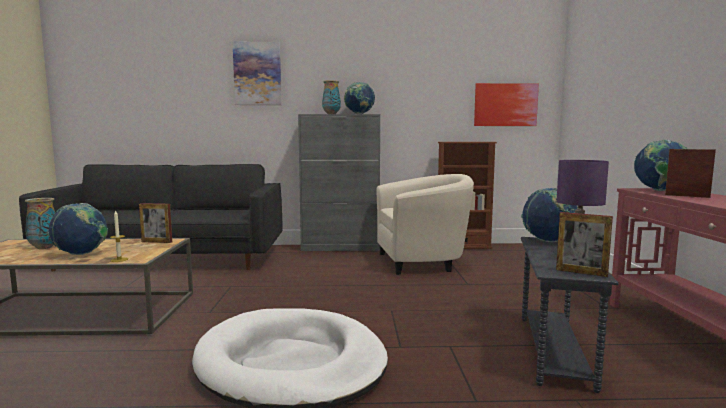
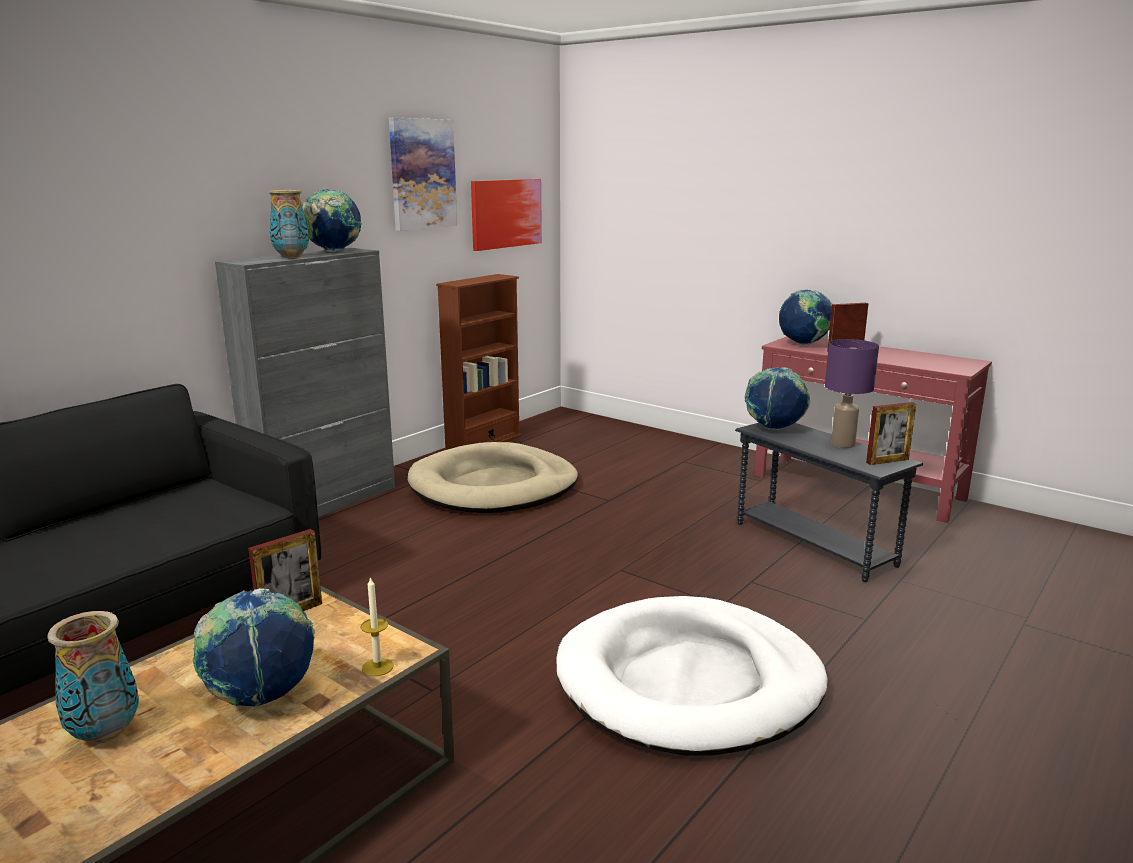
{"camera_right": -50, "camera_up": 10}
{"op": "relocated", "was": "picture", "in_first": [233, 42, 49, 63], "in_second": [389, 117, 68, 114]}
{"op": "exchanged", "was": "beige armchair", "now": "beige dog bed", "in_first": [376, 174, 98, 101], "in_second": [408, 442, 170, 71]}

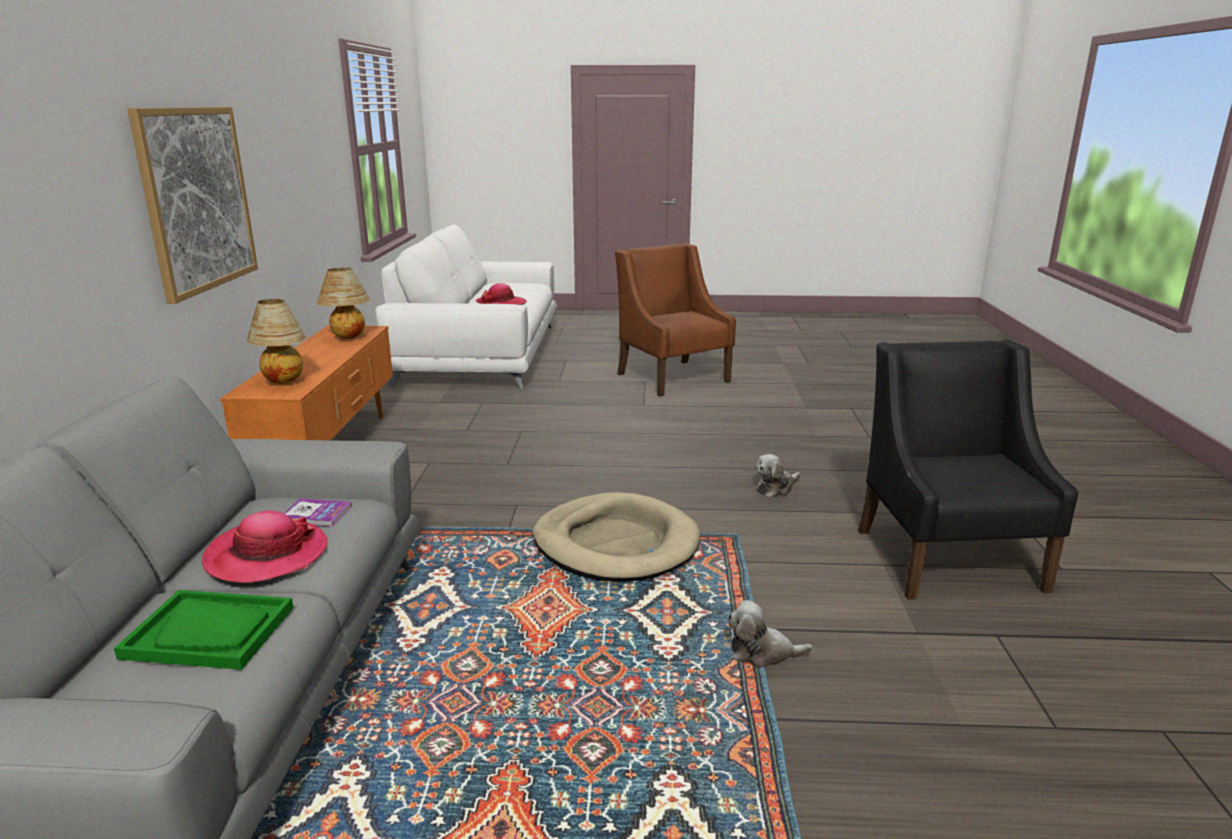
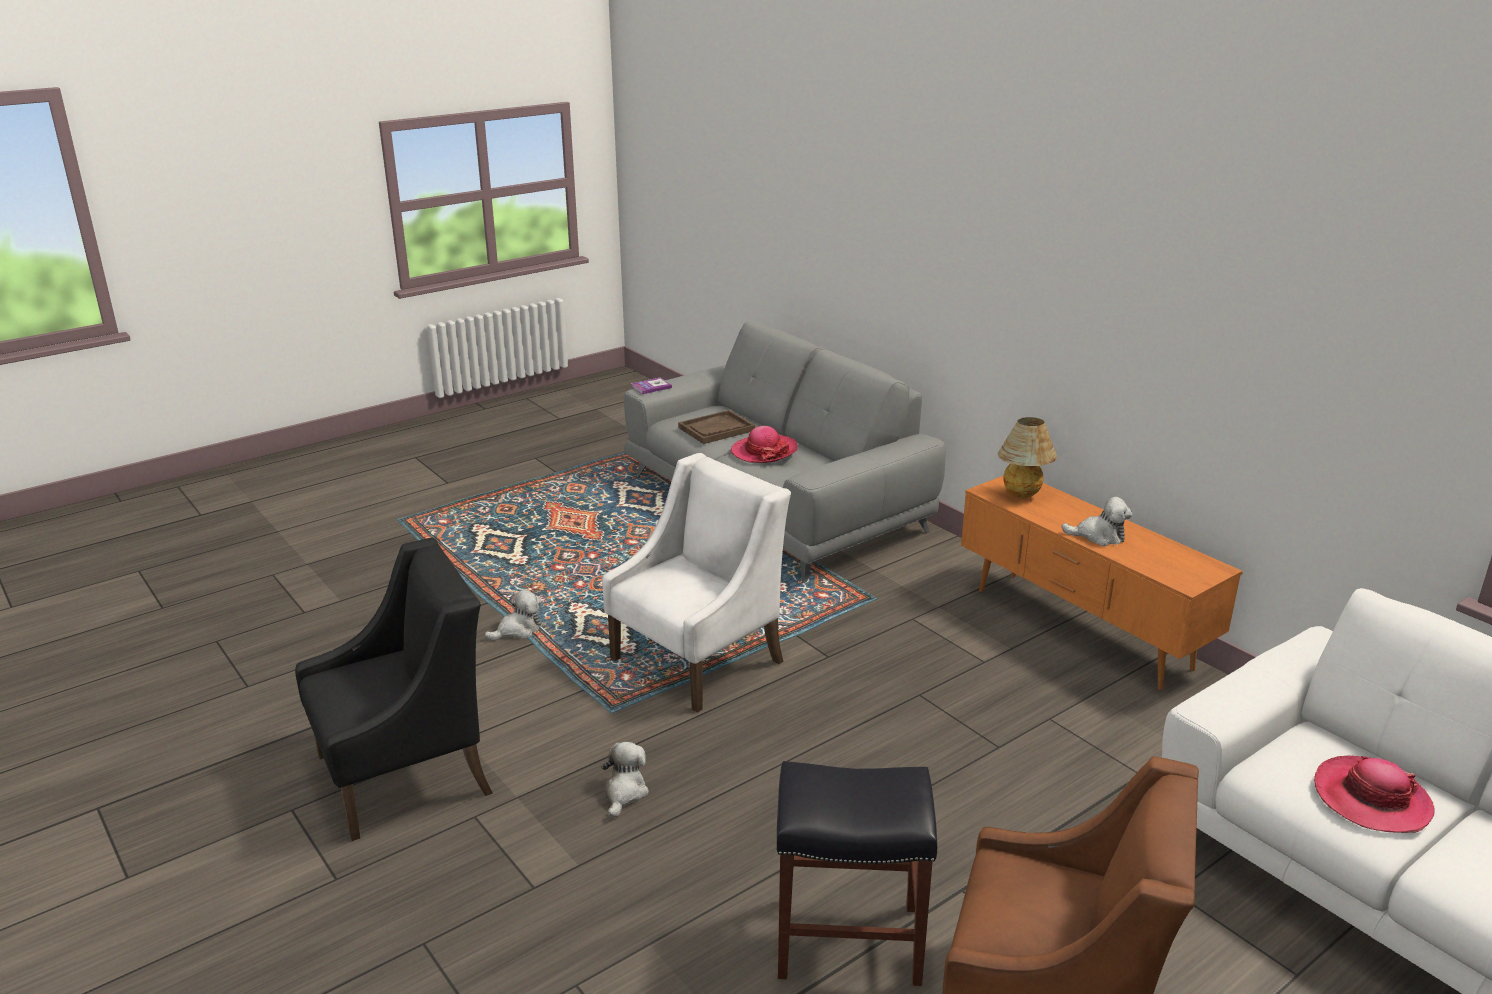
{"camera_right": 140, "camera_up": 5}
{"op": "spun", "was": "black armchair", "in_first": [858, 339, 220, 261], "in_second": [295, 538, 198, 303], "clockwise": -75}
{"op": "exchanged", "was": "beige dog bed", "now": "white armchair", "in_first": [533, 492, 167, 90], "in_second": [602, 453, 189, 260]}
{"op": "relocated", "was": "book", "in_first": [283, 498, 69, 28], "in_second": [631, 378, 41, 16]}
{"op": "colour", "was": "green tray", "now": "brown tray", "in_first": [114, 590, 179, 80], "in_second": [678, 410, 77, 34]}
{"op": "appeared", "now": "black stool", "in_second": [776, 761, 161, 225]}
{"op": "appeared", "now": "plush toy", "in_second": [1062, 497, 70, 49]}
{"op": "missing", "was": "picture", "in_first": [127, 107, 131, 197]}
{"op": "missing", "was": "table lamp", "in_first": [317, 267, 53, 72]}

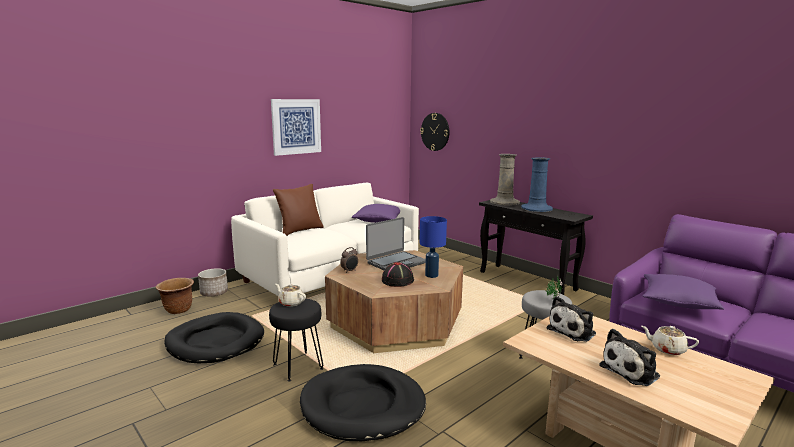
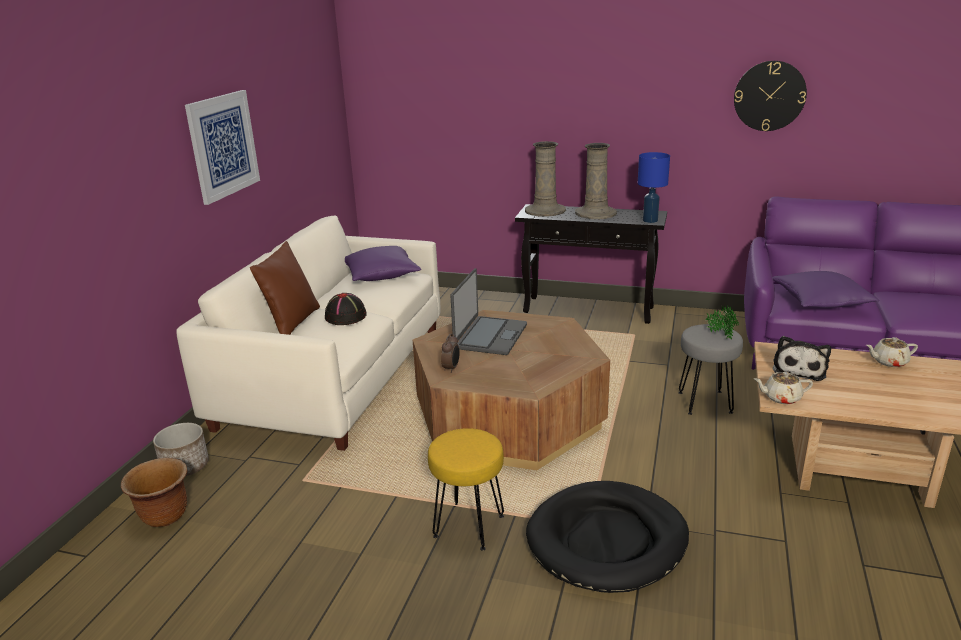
{"camera_right": -30, "camera_up": 10}
{"op": "relocated", "was": "black hat", "in_first": [382, 262, 32, 25], "in_second": [325, 293, 42, 32]}
{"op": "colour", "was": "black stool", "now": "yellow stool", "in_first": [269, 299, 54, 83], "in_second": [428, 428, 76, 122]}
{"op": "colour", "was": "blue vase", "now": "beige vase", "in_first": [521, 157, 32, 55], "in_second": [575, 143, 42, 76]}
{"op": "relocated", "was": "blue table lamp", "in_first": [419, 216, 28, 62], "in_second": [638, 152, 32, 71]}
{"op": "relocated", "was": "wall clock", "in_first": [420, 113, 29, 38], "in_second": [734, 61, 73, 70]}
{"op": "relocated", "was": "beige teapot", "in_first": [275, 284, 31, 23], "in_second": [754, 372, 59, 32]}
{"op": "missing", "was": "black dog bed", "in_first": [164, 312, 100, 51]}
{"op": "missing", "was": "plush toy", "in_first": [599, 329, 61, 57]}

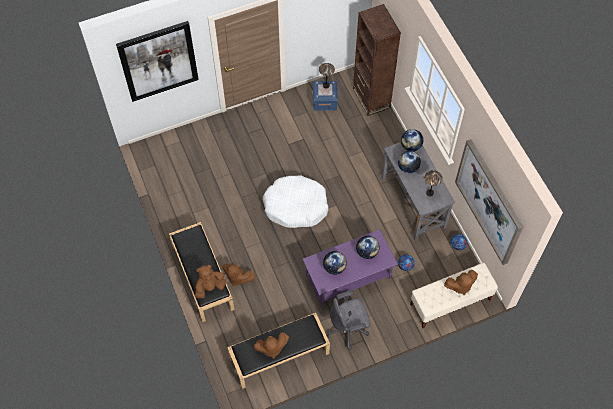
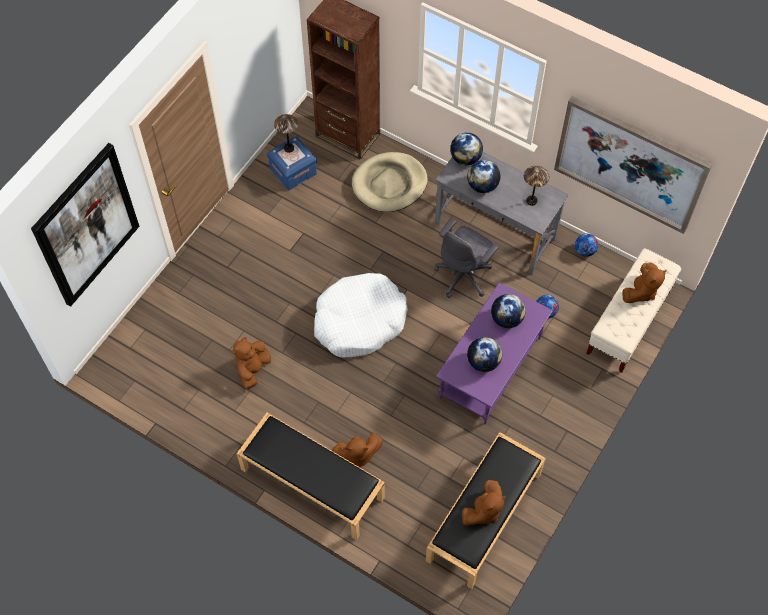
{"camera_right": -35, "camera_up": 0}
{"op": "relocated", "was": "brown plush toy", "in_first": [195, 265, 31, 34], "in_second": [233, 337, 38, 52]}
{"op": "appeared", "now": "beige dog bed", "in_second": [352, 152, 76, 60]}
{"op": "relocated", "was": "grey office chair", "in_first": [327, 290, 43, 60], "in_second": [434, 218, 65, 80]}

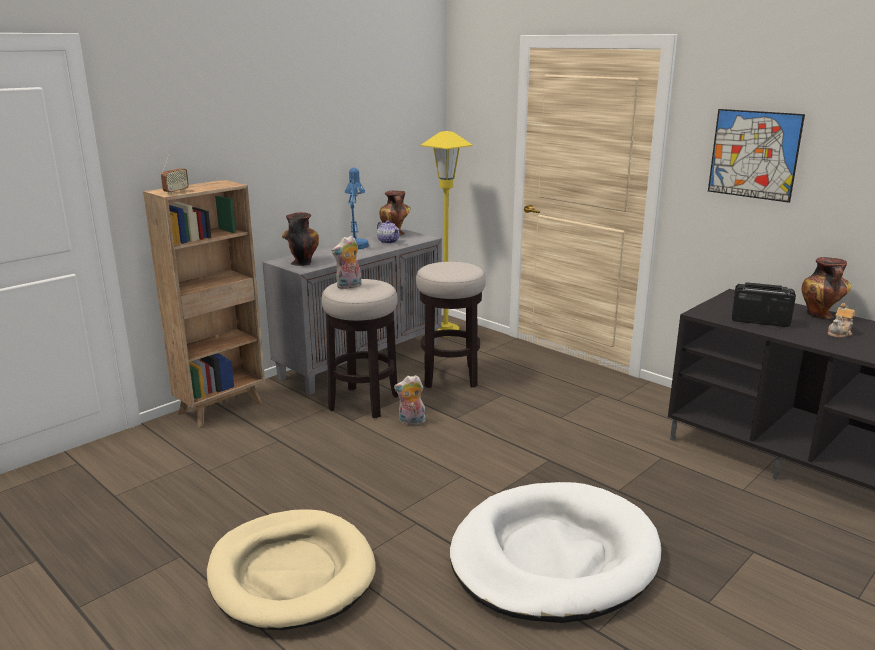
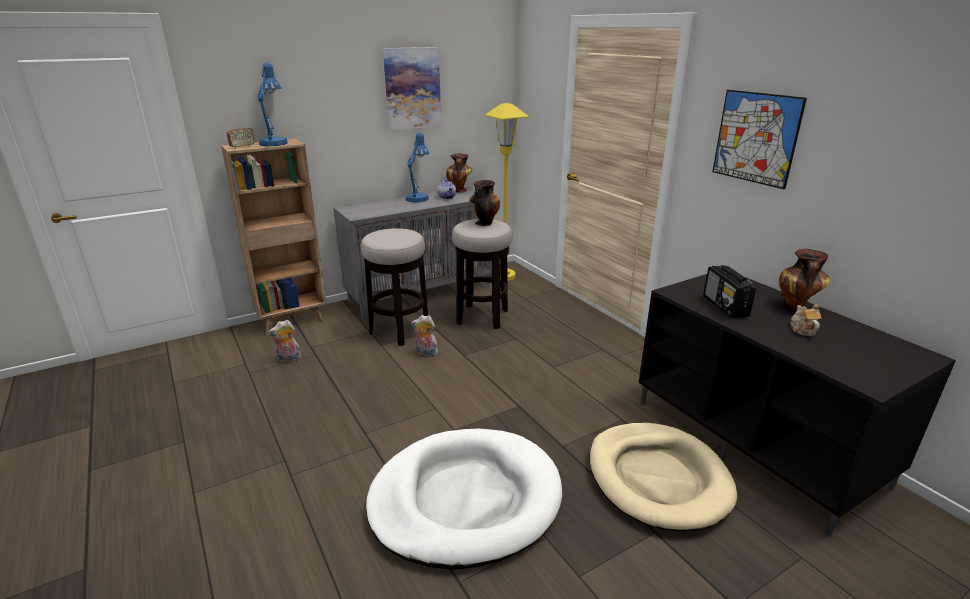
{"camera_right": 15, "camera_up": 5}
{"op": "appeared", "now": "blue table lamp", "in_second": [257, 62, 31, 84]}
{"op": "relocated", "was": "plush toy", "in_first": [332, 236, 29, 53], "in_second": [268, 320, 33, 43]}
{"op": "appeared", "now": "picture", "in_second": [383, 47, 58, 84]}
{"op": "relocated", "was": "vase", "in_first": [282, 212, 37, 54], "in_second": [469, 180, 31, 46]}
{"op": "relocated", "was": "beige dog bed", "in_first": [207, 509, 168, 121], "in_second": [590, 423, 147, 108]}
{"op": "spun", "was": "radio", "in_first": [732, 282, 64, 45], "in_second": [703, 265, 53, 53], "clockwise": -135}
{"op": "spun", "was": "teapot", "in_first": [827, 303, 28, 35], "in_second": [790, 304, 32, 32], "clockwise": 120}

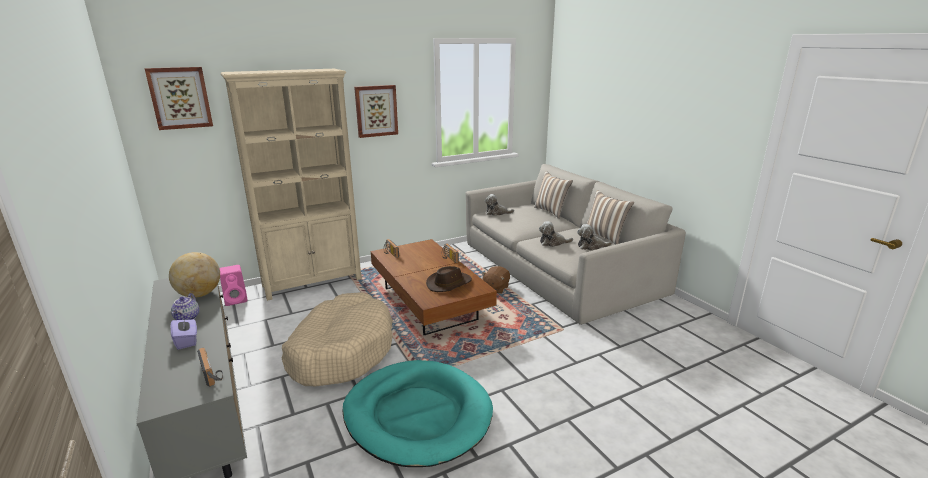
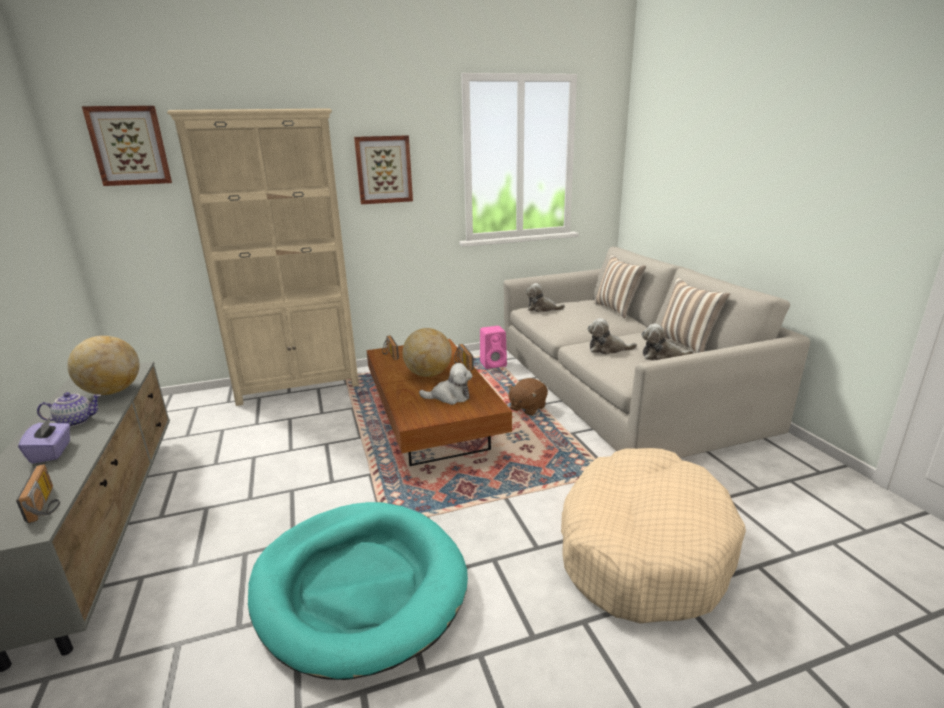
{"camera_right": 10, "camera_up": 0}
{"op": "spun", "was": "teapot", "in_first": [171, 293, 28, 27], "in_second": [37, 392, 64, 35], "clockwise": -120}
{"op": "appeared", "now": "globe", "in_second": [403, 328, 49, 49]}
{"op": "exchanged", "was": "brown hat", "now": "plush toy", "in_first": [426, 266, 46, 26], "in_second": [419, 363, 53, 42]}
{"op": "relocated", "was": "pink speaker", "in_first": [220, 265, 27, 41], "in_second": [480, 326, 27, 43]}
{"op": "relocated", "was": "beige dog bed", "in_first": [282, 292, 111, 95], "in_second": [561, 448, 185, 175]}

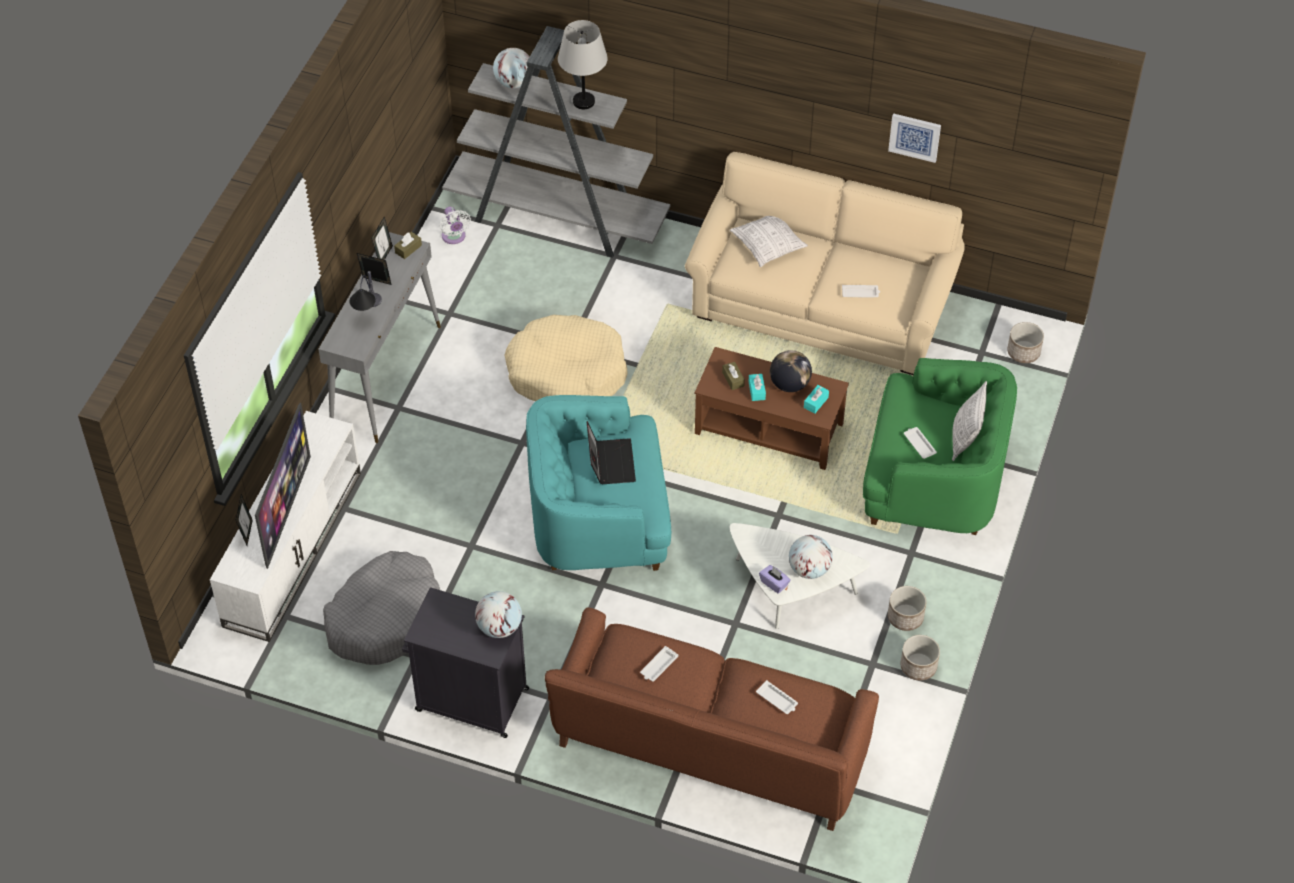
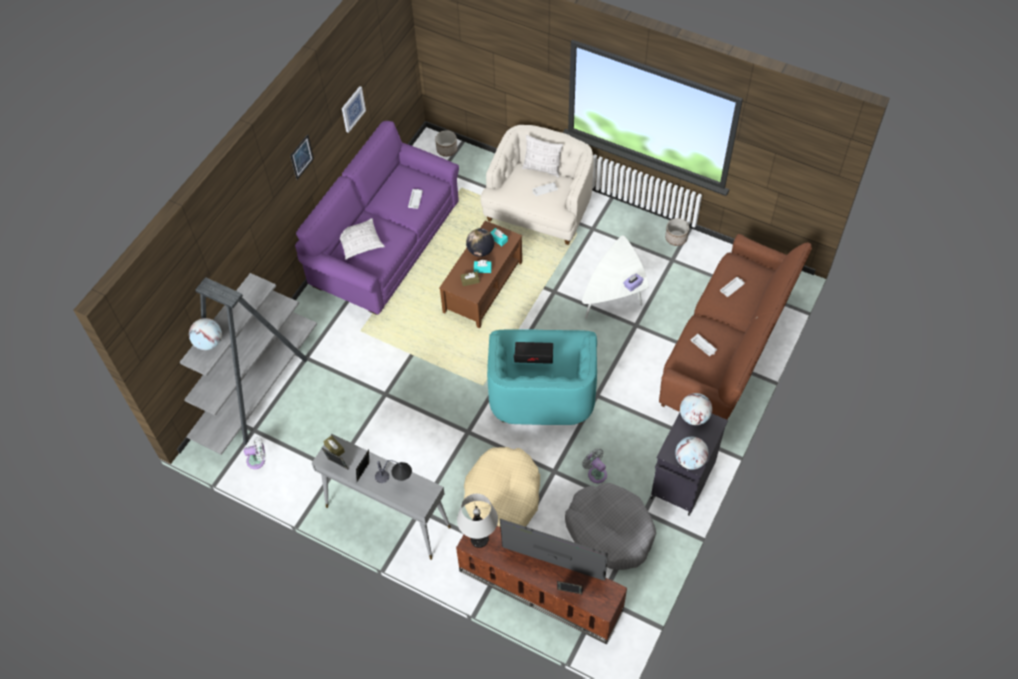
{"camera_right": -80, "camera_up": 5}
{"op": "appeared", "now": "picture", "in_second": [290, 134, 24, 46]}
{"op": "colour", "was": "beige sofa", "now": "purple sofa", "in_first": [685, 152, 280, 223], "in_second": [295, 121, 164, 194]}
{"op": "colour", "was": "white tv stand", "now": "brown tv stand", "in_first": [210, 411, 151, 231], "in_second": [456, 516, 171, 128]}
{"op": "relocated", "was": "grey table lamp", "in_first": [558, 20, 50, 89], "in_second": [457, 494, 41, 54]}
{"op": "relocated", "was": "beige dog bed", "in_first": [505, 315, 123, 86], "in_second": [464, 447, 76, 80]}
{"op": "colour", "was": "green armchair", "now": "white armchair", "in_first": [863, 358, 154, 177], "in_second": [480, 125, 114, 120]}
{"op": "appeared", "now": "grey fan", "in_second": [582, 448, 25, 35]}
{"op": "relocated", "was": "globe", "in_first": [789, 535, 44, 44], "in_second": [675, 437, 34, 33]}
{"op": "missing", "was": "planter", "in_first": [888, 586, 38, 45]}

